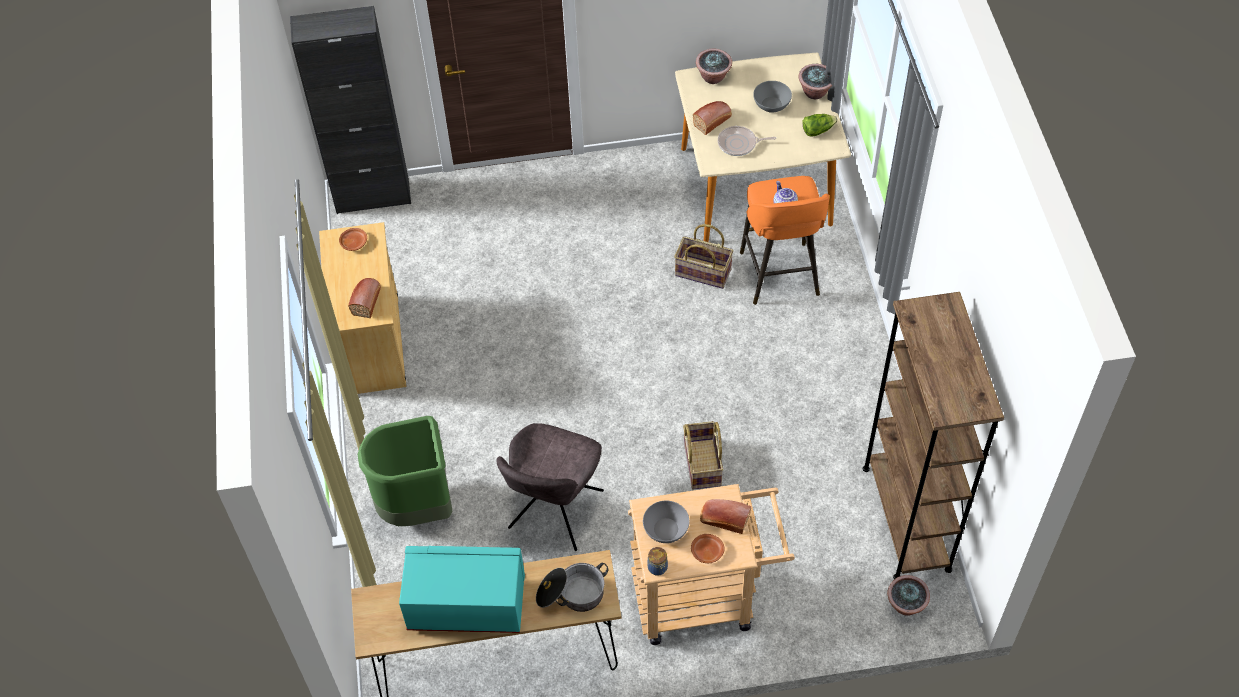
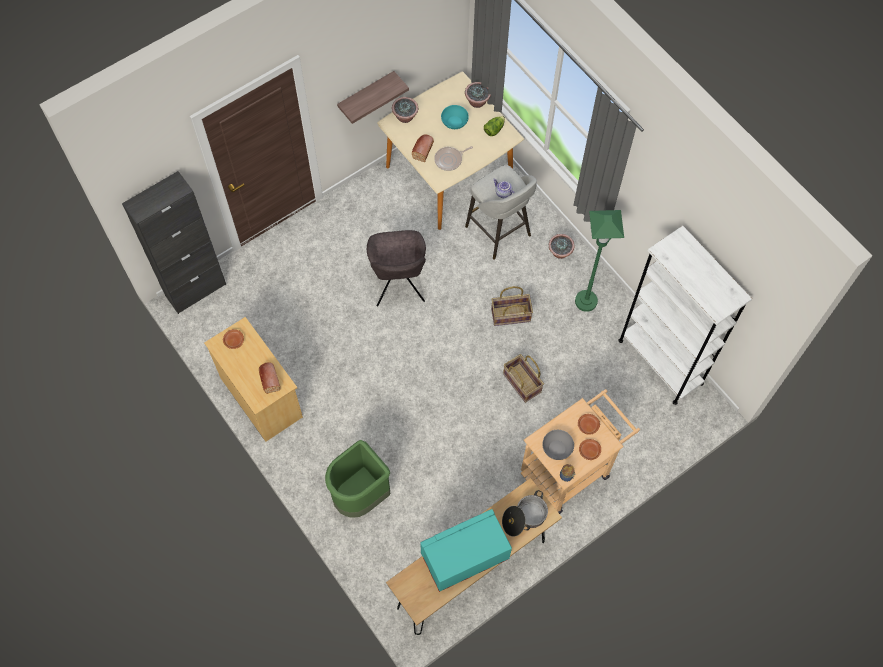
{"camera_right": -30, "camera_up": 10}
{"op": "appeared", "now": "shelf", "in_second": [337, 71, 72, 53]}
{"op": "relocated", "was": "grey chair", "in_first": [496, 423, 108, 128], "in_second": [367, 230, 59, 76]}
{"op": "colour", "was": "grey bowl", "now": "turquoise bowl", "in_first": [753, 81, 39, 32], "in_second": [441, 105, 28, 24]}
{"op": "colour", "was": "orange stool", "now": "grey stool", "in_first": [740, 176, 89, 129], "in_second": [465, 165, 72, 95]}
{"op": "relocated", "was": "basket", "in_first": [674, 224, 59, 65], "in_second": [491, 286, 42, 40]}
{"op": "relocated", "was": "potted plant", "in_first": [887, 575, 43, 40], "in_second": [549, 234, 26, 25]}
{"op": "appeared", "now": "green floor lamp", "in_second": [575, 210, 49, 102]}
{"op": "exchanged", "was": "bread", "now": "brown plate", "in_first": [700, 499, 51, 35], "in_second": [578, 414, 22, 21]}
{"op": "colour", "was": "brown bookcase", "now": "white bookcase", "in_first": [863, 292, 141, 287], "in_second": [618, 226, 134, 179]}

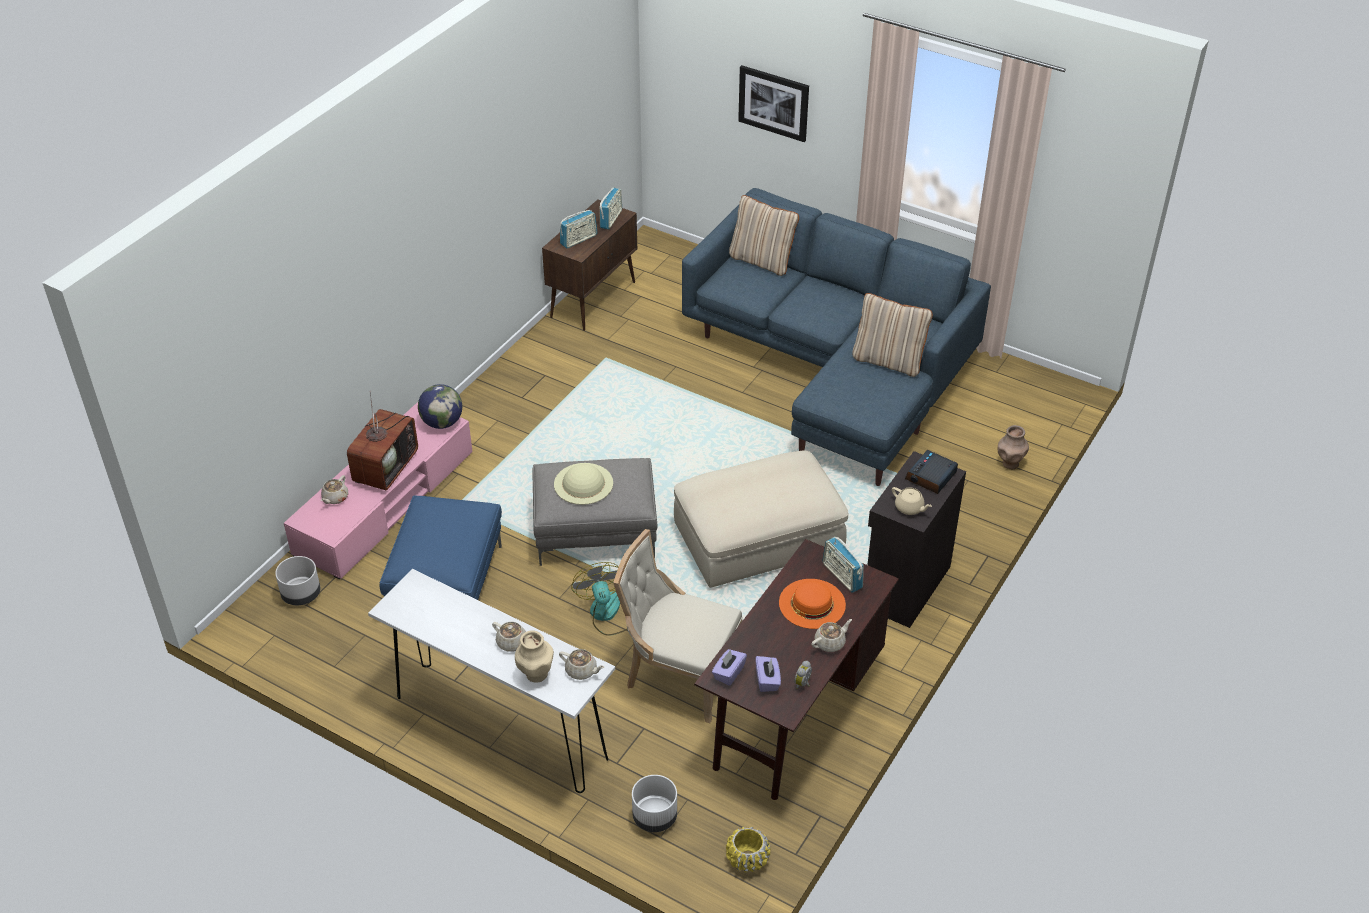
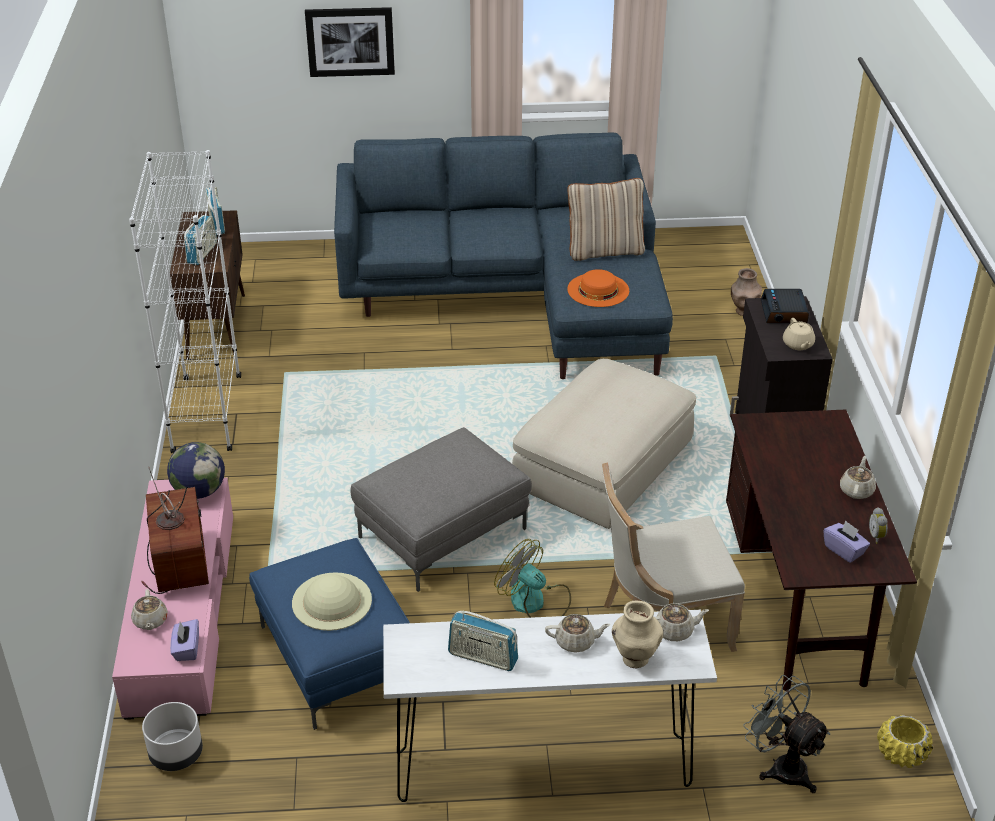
{"camera_right": -35, "camera_up": -5}
{"op": "appeared", "now": "white bookcase", "in_second": [129, 150, 112, 303]}
{"op": "relocated", "was": "purple tissue box", "in_first": [712, 649, 35, 37], "in_second": [170, 619, 29, 42]}
{"op": "relocated", "was": "beige hat", "in_first": [554, 463, 59, 42], "in_second": [292, 572, 80, 59]}
{"op": "relocated", "was": "radio", "in_first": [822, 537, 42, 56], "in_second": [448, 610, 70, 61]}
{"op": "relocated", "was": "orange hat", "in_first": [779, 579, 67, 50], "in_second": [567, 269, 62, 38]}
{"op": "exchanged", "was": "white planter", "now": "grey fan", "in_first": [632, 775, 45, 57], "in_second": [743, 675, 87, 118]}
{"op": "spun", "was": "beige teapot", "in_first": [892, 487, 40, 28], "in_second": [783, 318, 32, 32], "clockwise": 75}
{"op": "missing", "was": "beige pillow", "in_first": [729, 195, 70, 81]}

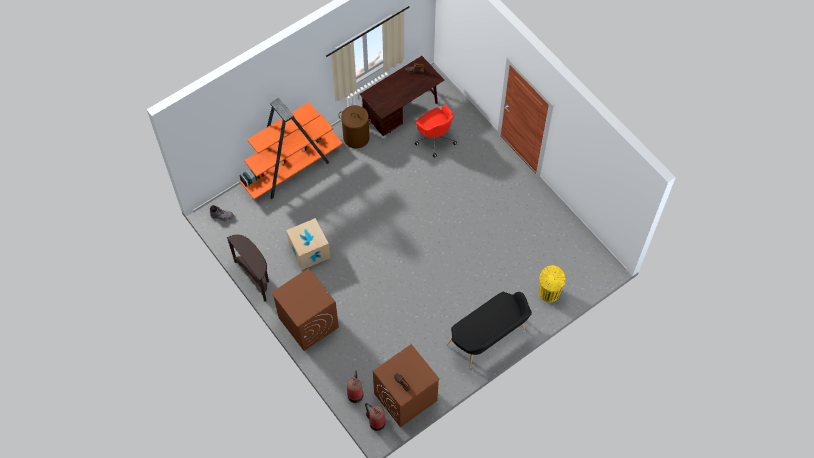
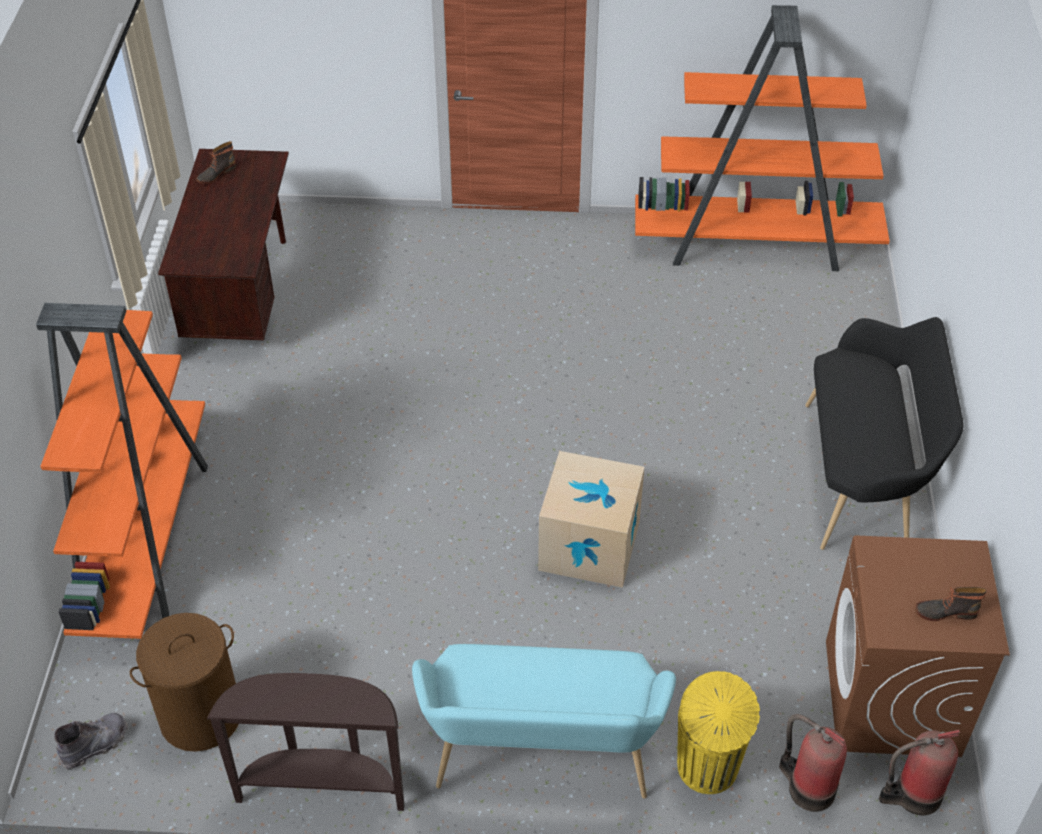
{"camera_right": -50, "camera_up": -15}
{"op": "relocated", "was": "brown laundry basket", "in_first": [339, 105, 32, 44], "in_second": [130, 613, 109, 139]}
{"op": "exchanged", "was": "brown washing machine", "now": "turquoise bench", "in_first": [271, 268, 68, 83], "in_second": [412, 644, 264, 154]}
{"op": "relocated", "was": "cardboard box", "in_first": [286, 218, 44, 52], "in_second": [538, 451, 107, 137]}
{"op": "appeared", "now": "orange bookcase", "in_second": [635, 5, 255, 266]}
{"op": "relocated", "was": "yellow trash can", "in_first": [539, 265, 27, 37], "in_second": [677, 671, 83, 123]}
{"op": "missing", "was": "red office chair", "in_first": [415, 104, 42, 54]}

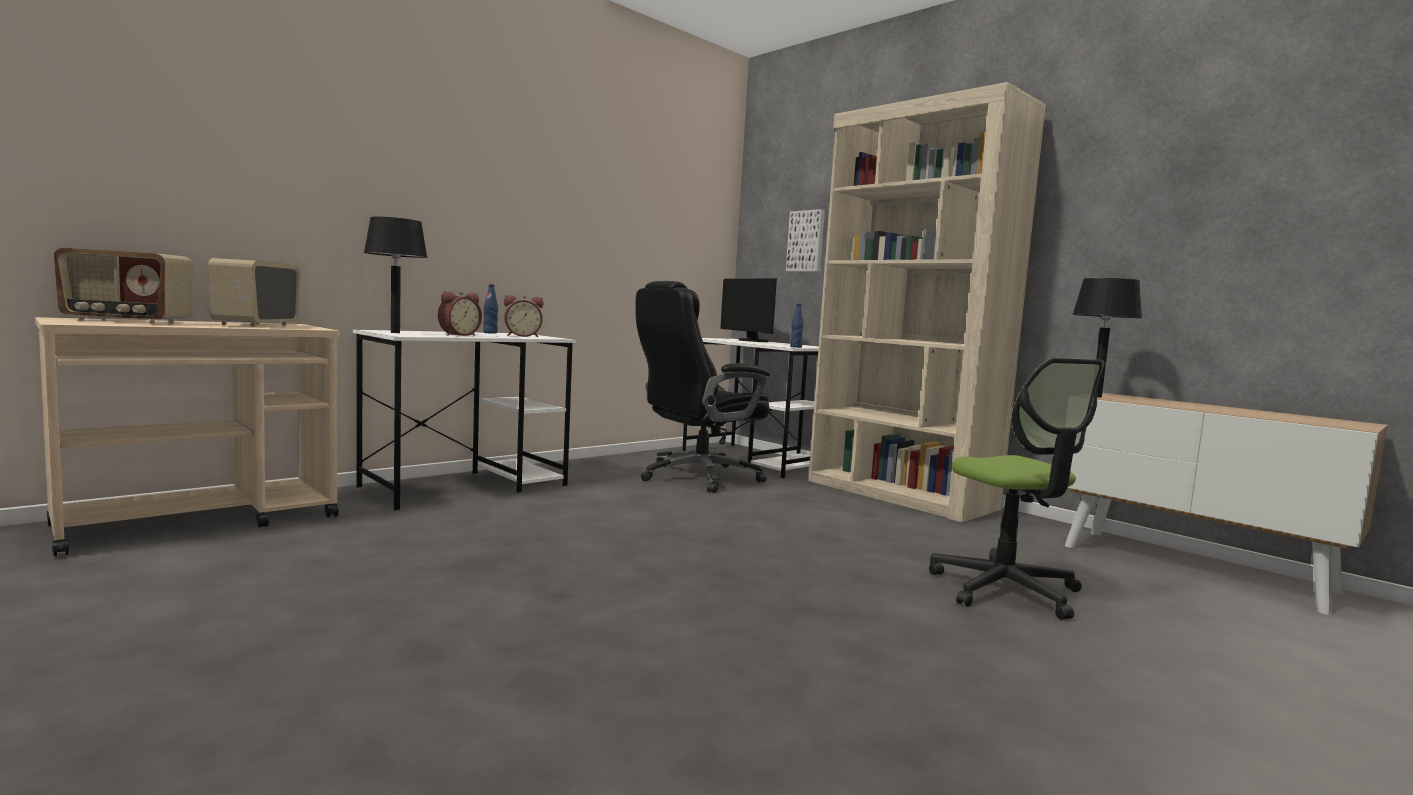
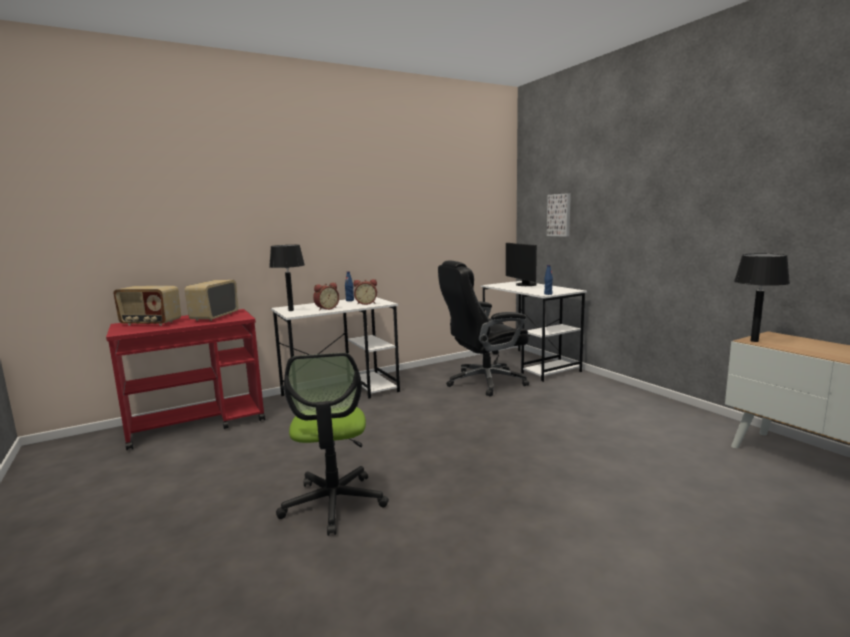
{"camera_right": 15, "camera_up": 5}
{"op": "colour", "was": "beige cart", "now": "red cart", "in_first": [35, 317, 304, 240], "in_second": [106, 309, 159, 141]}
{"op": "relocated", "was": "office chair", "in_first": [929, 358, 175, 262], "in_second": [276, 353, 113, 183]}
{"op": "missing", "was": "beige bookcase", "in_first": [808, 82, 238, 441]}

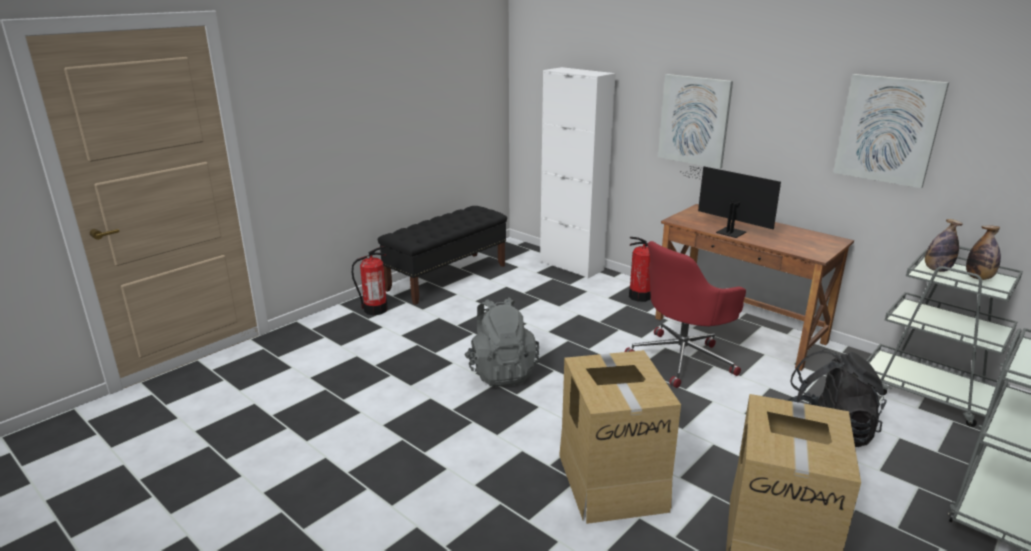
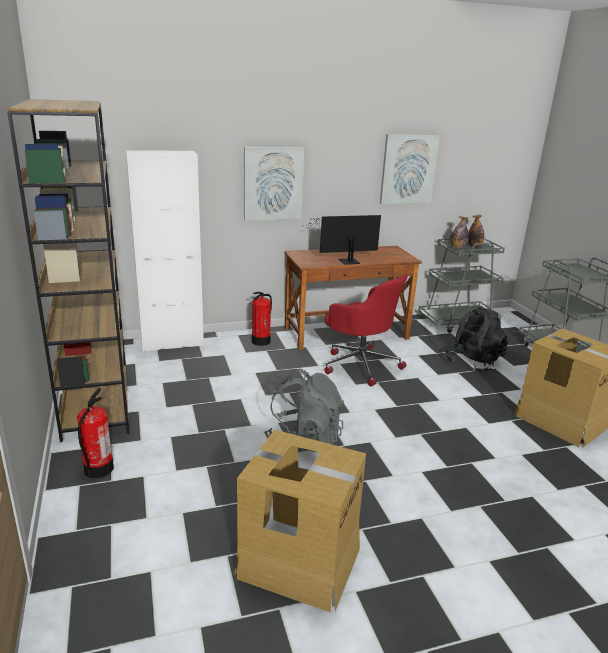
{"camera_right": -60, "camera_up": 0}
{"op": "exchanged", "was": "black bench", "now": "brown bookcase", "in_first": [378, 206, 129, 99], "in_second": [7, 99, 122, 343]}
{"op": "relocated", "was": "cardboard box", "in_first": [559, 350, 122, 174], "in_second": [234, 430, 132, 182]}
{"op": "spun", "was": "red office chair", "in_first": [624, 241, 122, 147], "in_second": [324, 273, 84, 114], "clockwise": -45}

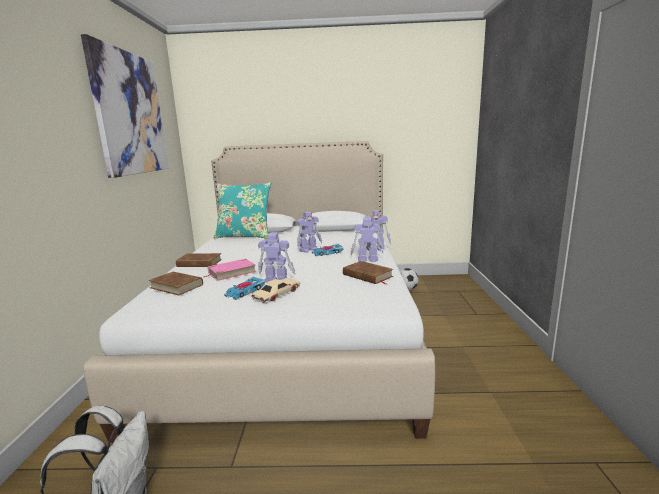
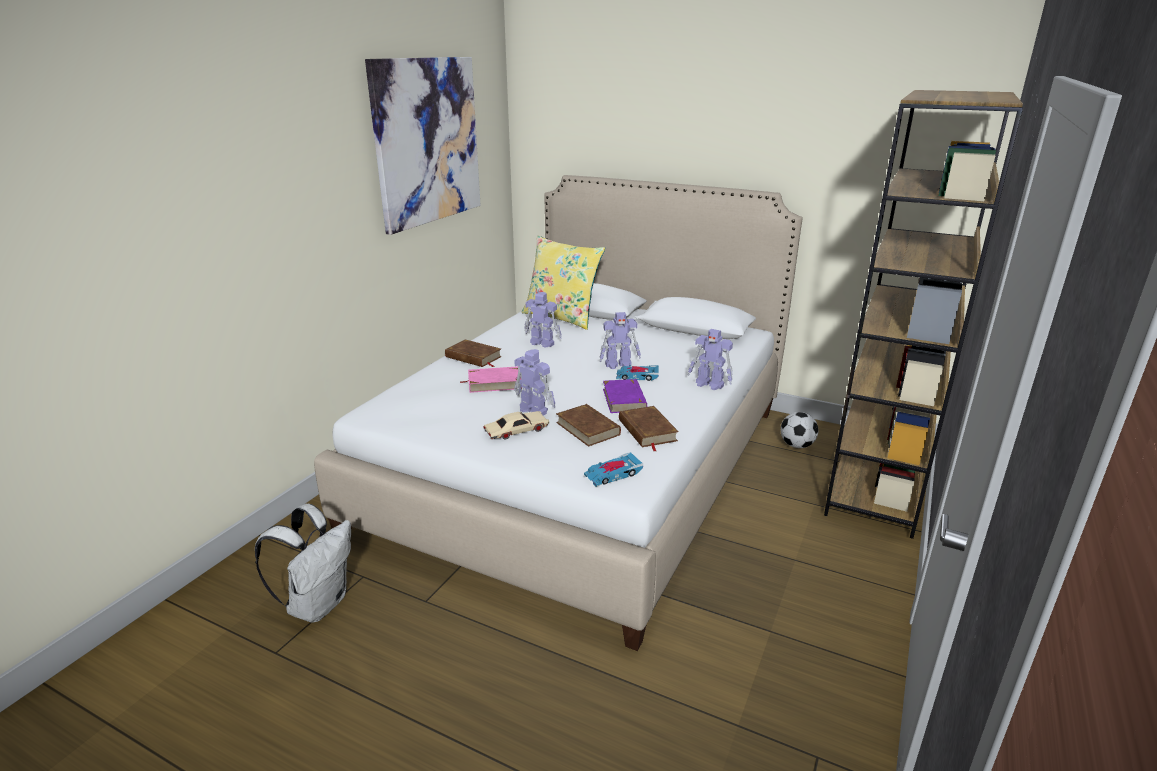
{"camera_right": 25, "camera_up": 10}
{"op": "colour", "was": "turquoise pillow", "now": "yellow pillow", "in_first": [214, 182, 57, 57], "in_second": [522, 236, 83, 94]}
{"op": "relocated", "was": "toy robot", "in_first": [351, 217, 32, 45], "in_second": [524, 292, 38, 56]}
{"op": "relocated", "was": "brown book", "in_first": [148, 271, 55, 24], "in_second": [556, 404, 65, 43]}
{"op": "relocated", "was": "toy car", "in_first": [224, 277, 41, 23], "in_second": [584, 452, 59, 35]}
{"op": "appeared", "now": "purple book", "in_second": [603, 379, 44, 34]}
{"op": "appeared", "now": "brown bookcase", "in_second": [824, 90, 199, 449]}

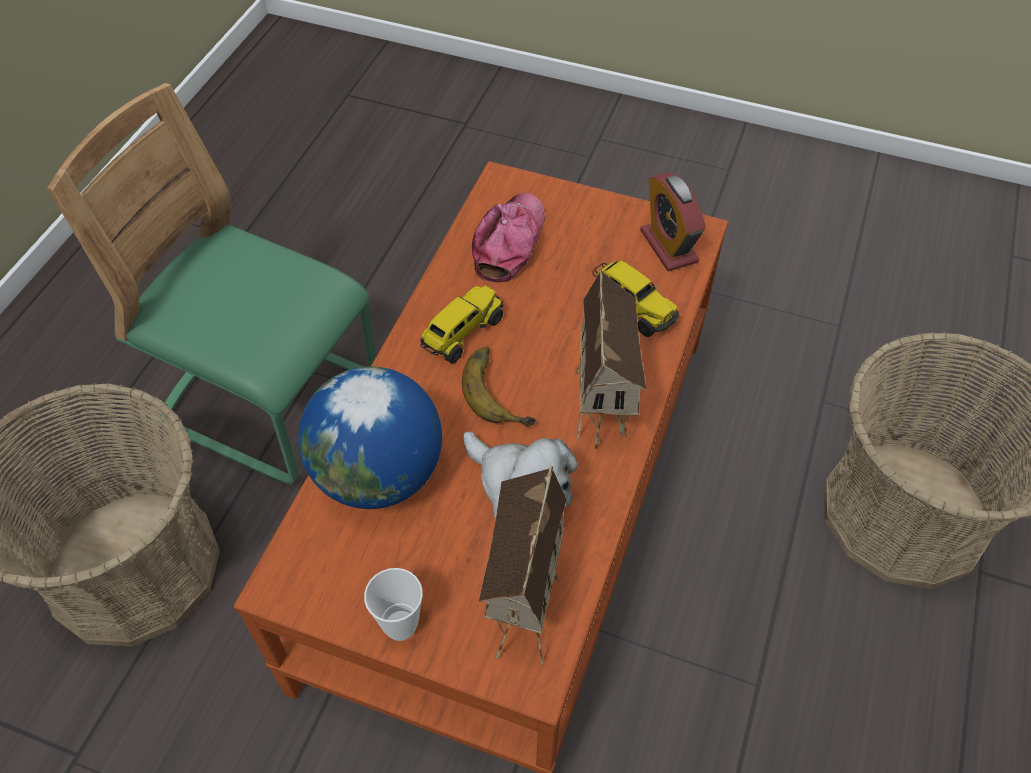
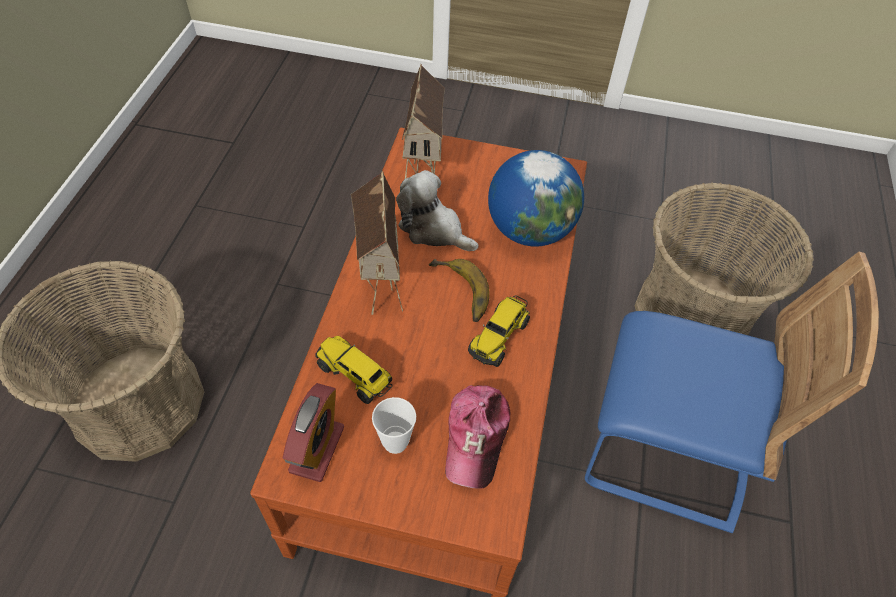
{"camera_right": 170, "camera_up": 0}
{"op": "spun", "was": "alarm clock", "in_first": [640, 172, 66, 99], "in_second": [282, 383, 62, 99], "clockwise": 45}
{"op": "relocated", "was": "cup", "in_first": [364, 568, 59, 73], "in_second": [372, 397, 44, 57]}
{"op": "colour", "was": "green chair", "now": "blue chair", "in_first": [47, 83, 329, 401], "in_second": [585, 252, 294, 281]}

